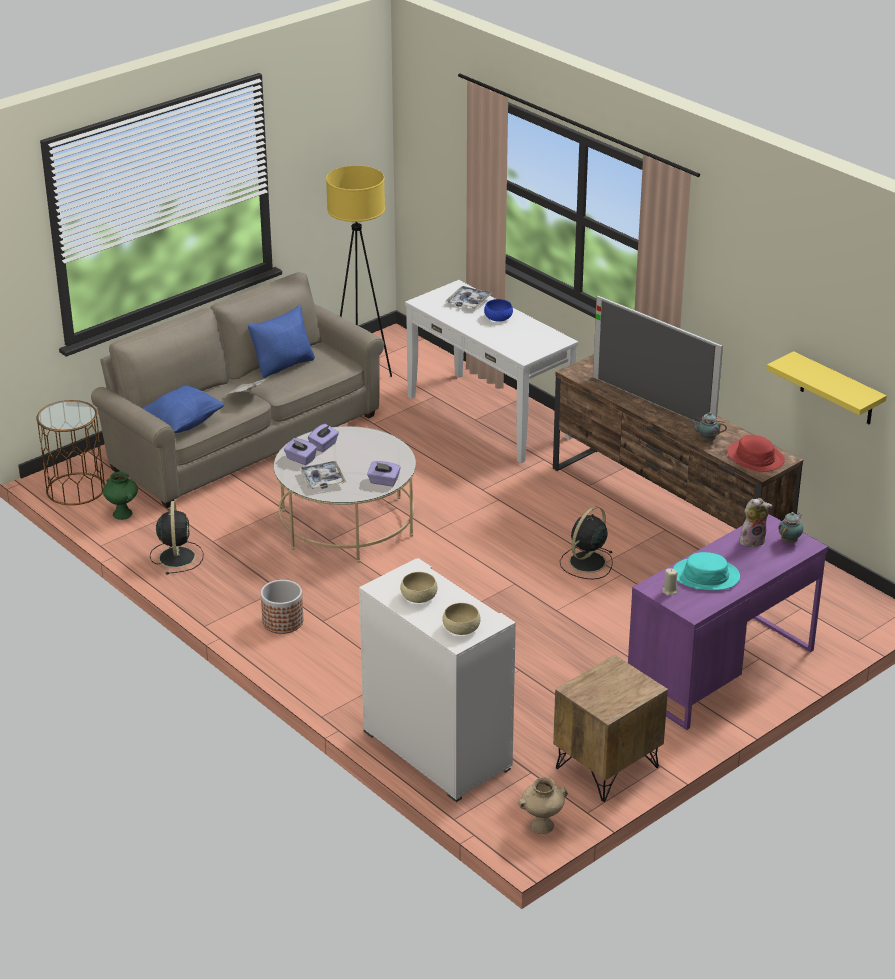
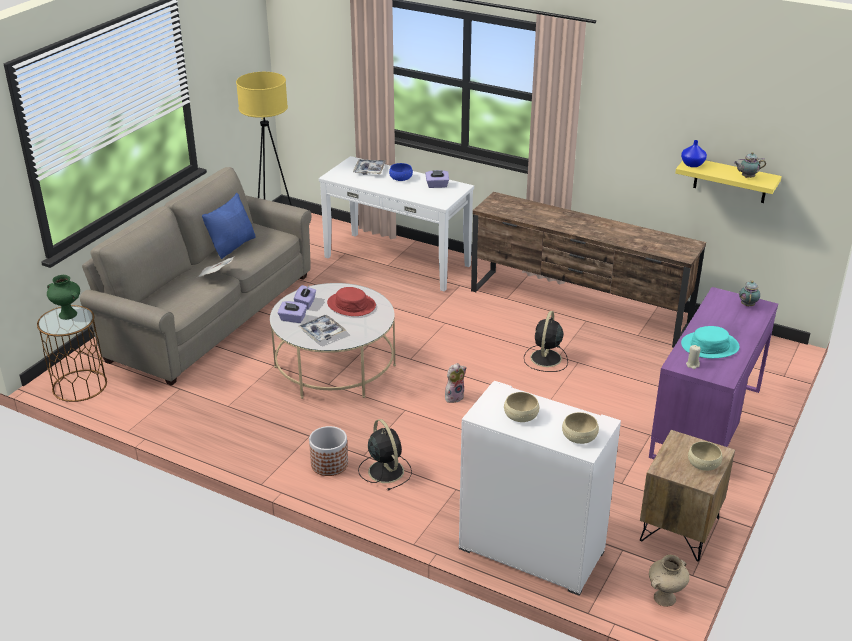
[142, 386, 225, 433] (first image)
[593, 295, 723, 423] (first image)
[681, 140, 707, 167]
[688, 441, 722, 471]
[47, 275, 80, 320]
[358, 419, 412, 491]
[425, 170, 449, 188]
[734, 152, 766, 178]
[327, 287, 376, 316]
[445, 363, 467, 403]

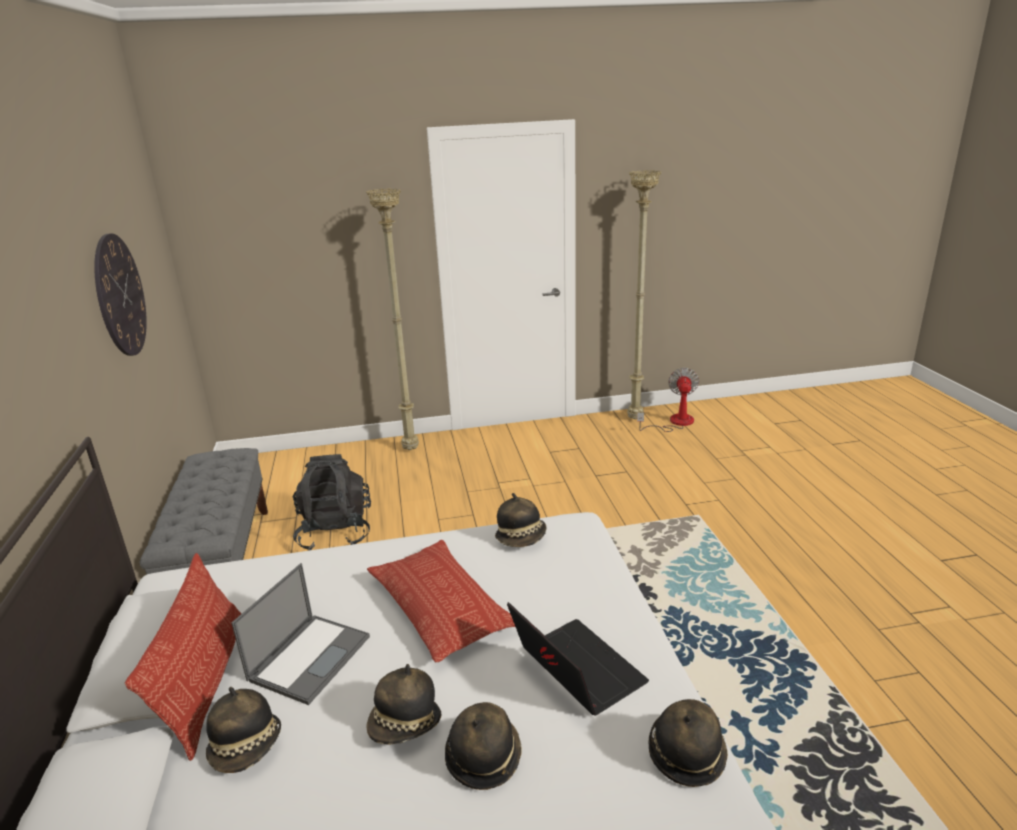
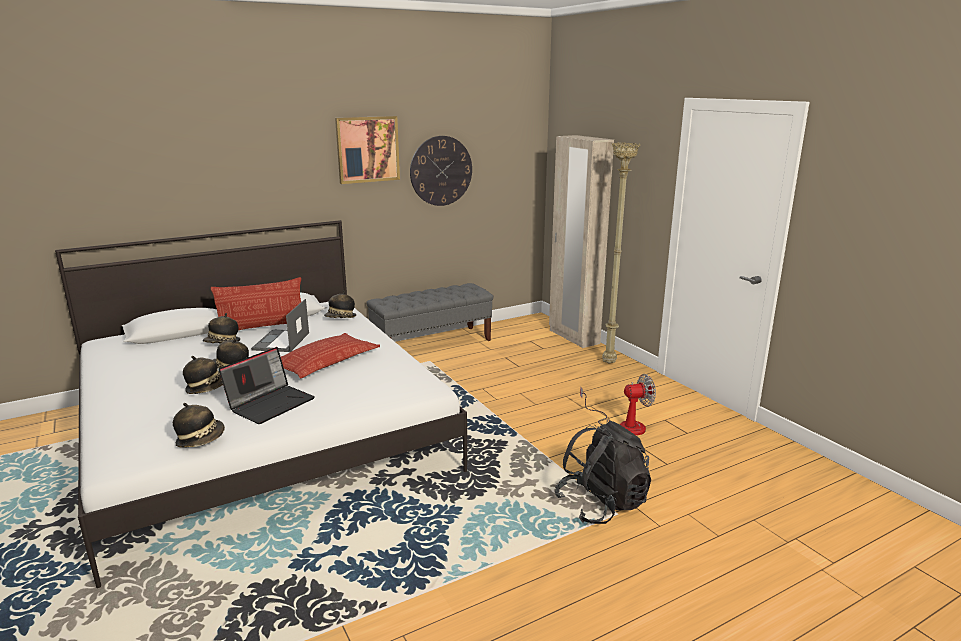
[627, 170, 661, 419] (first image)
[335, 116, 400, 184]
[549, 135, 614, 348]
[555, 421, 651, 524]
[324, 291, 356, 318]
[580, 374, 656, 435]
[251, 299, 309, 352]

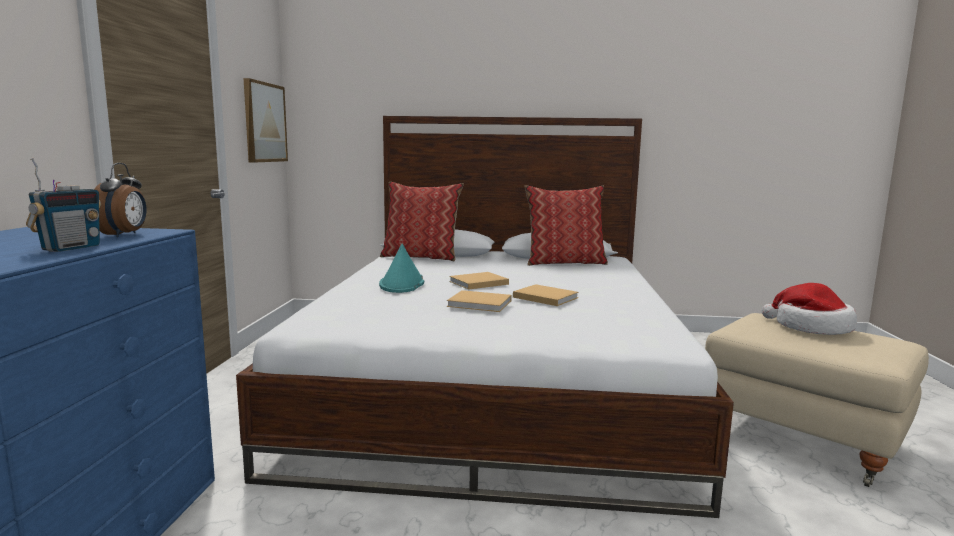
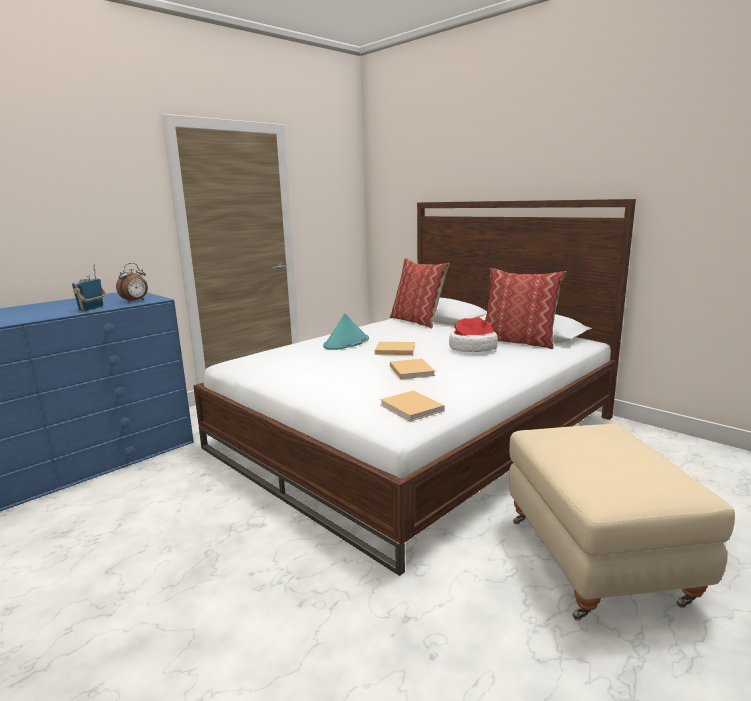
[243, 78, 288, 163] (first image)
[380, 391, 445, 422]
[449, 318, 498, 352]
[72, 264, 106, 311]

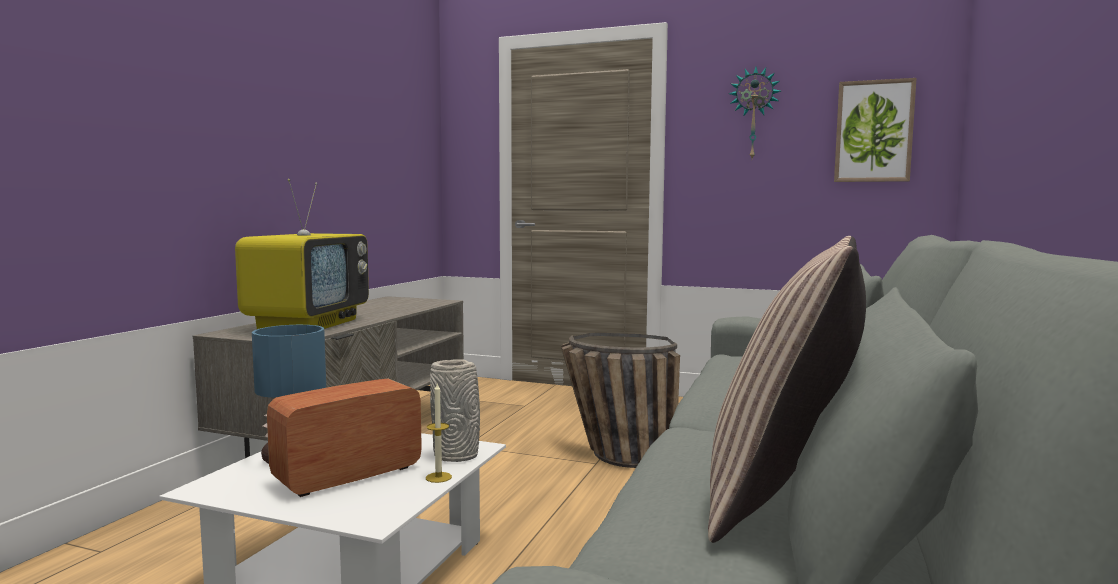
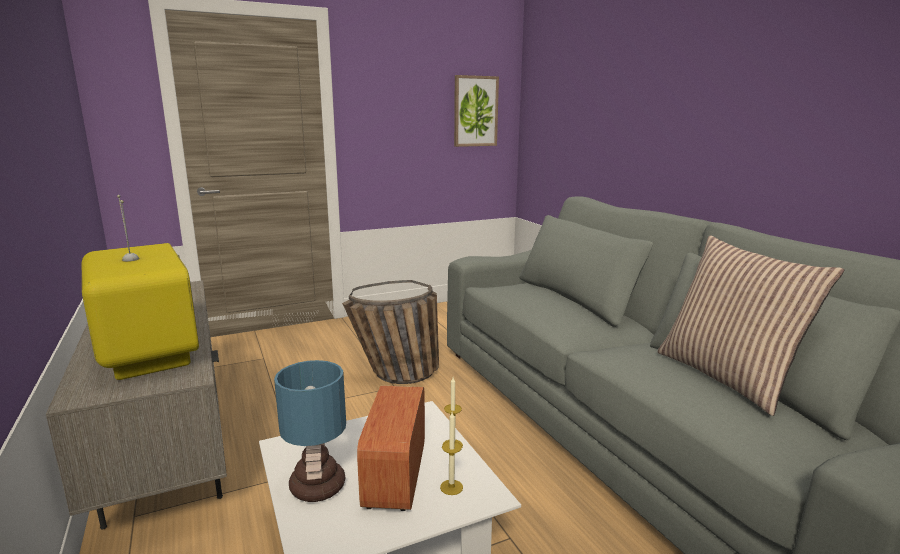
[430, 359, 480, 462] (first image)
[729, 67, 781, 158] (first image)
[440, 412, 463, 495]

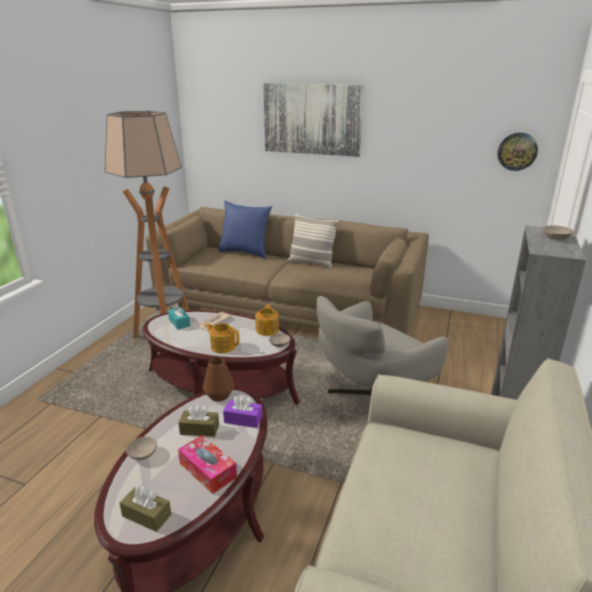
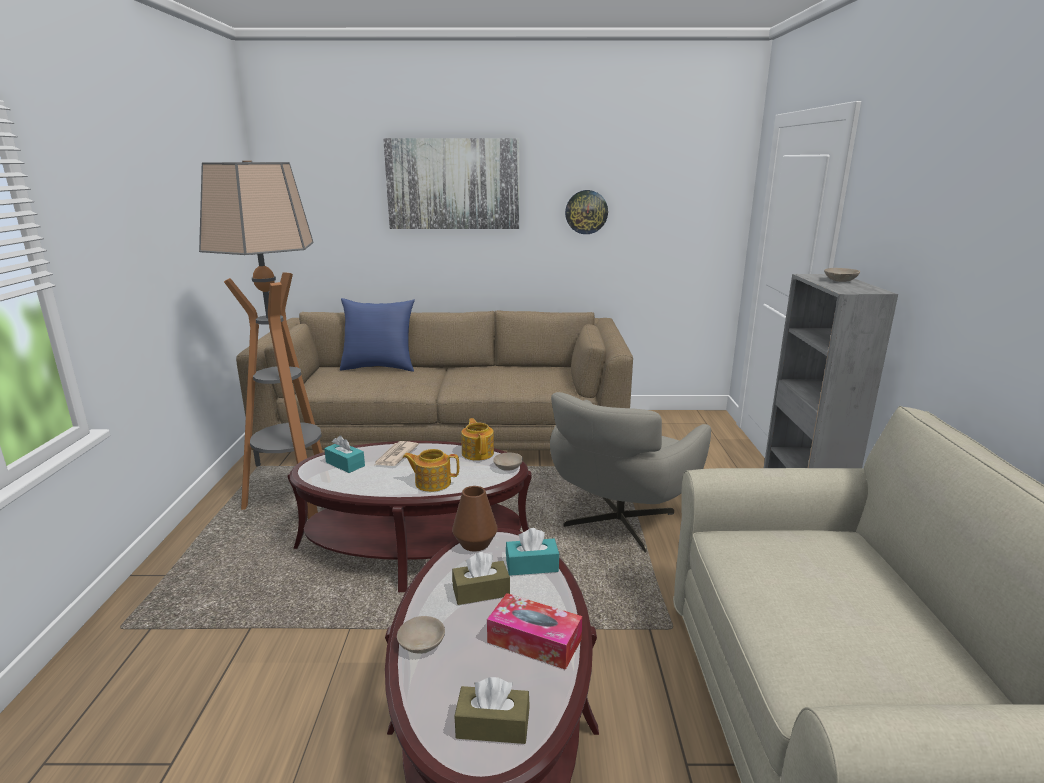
[288, 214, 339, 268] (first image)
[565, 190, 608, 234]
[506, 528, 559, 576]

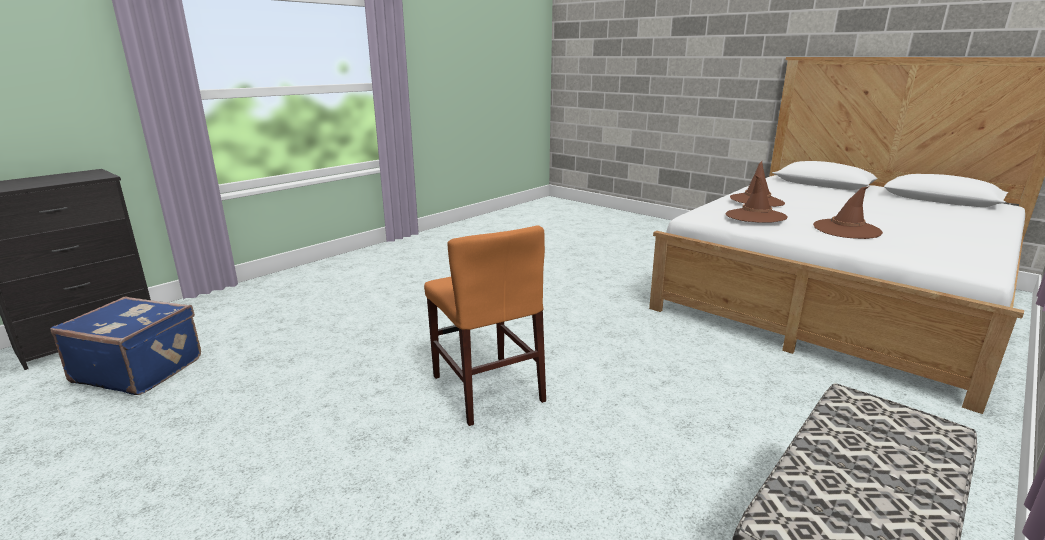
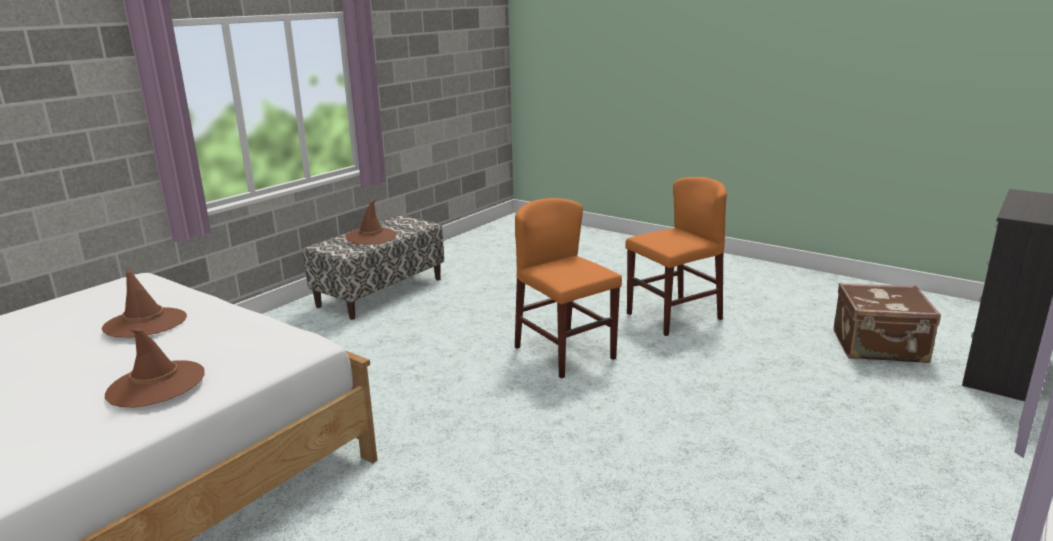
[625, 177, 727, 336]
[346, 199, 397, 245]
[834, 283, 941, 363]

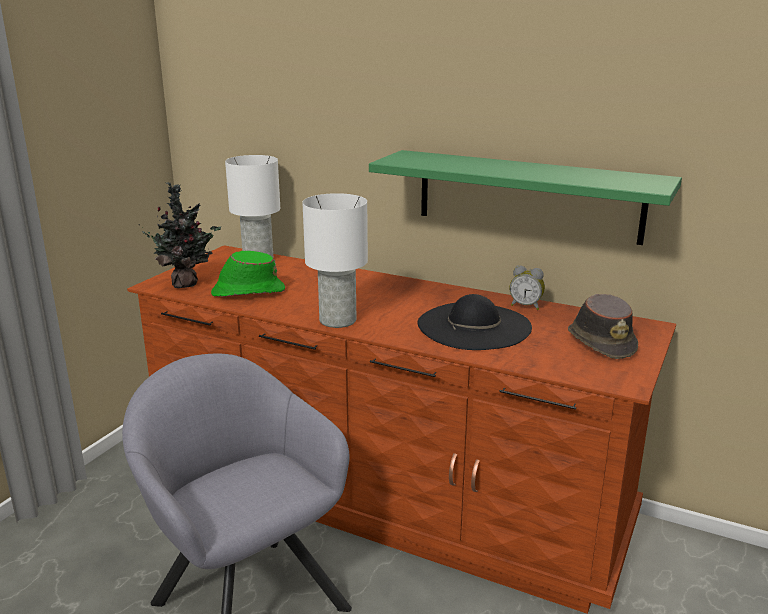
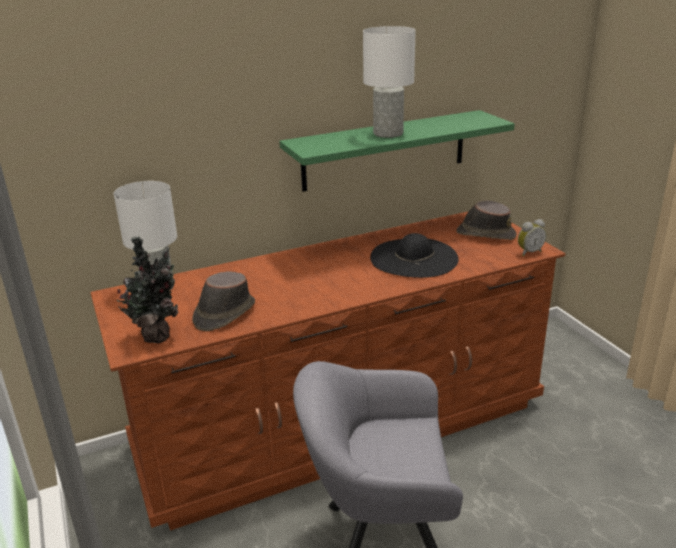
[363, 26, 416, 138]
[518, 219, 546, 256]
[192, 271, 255, 331]

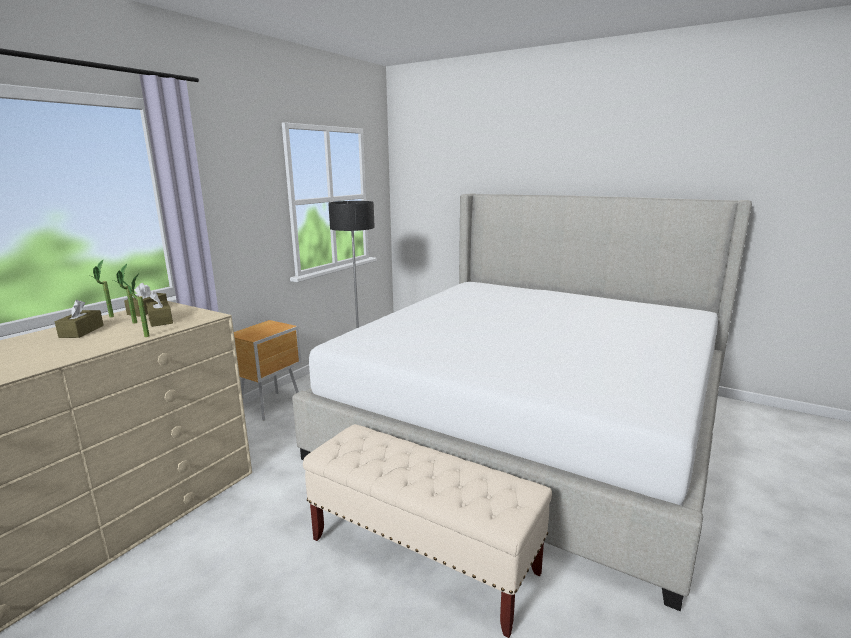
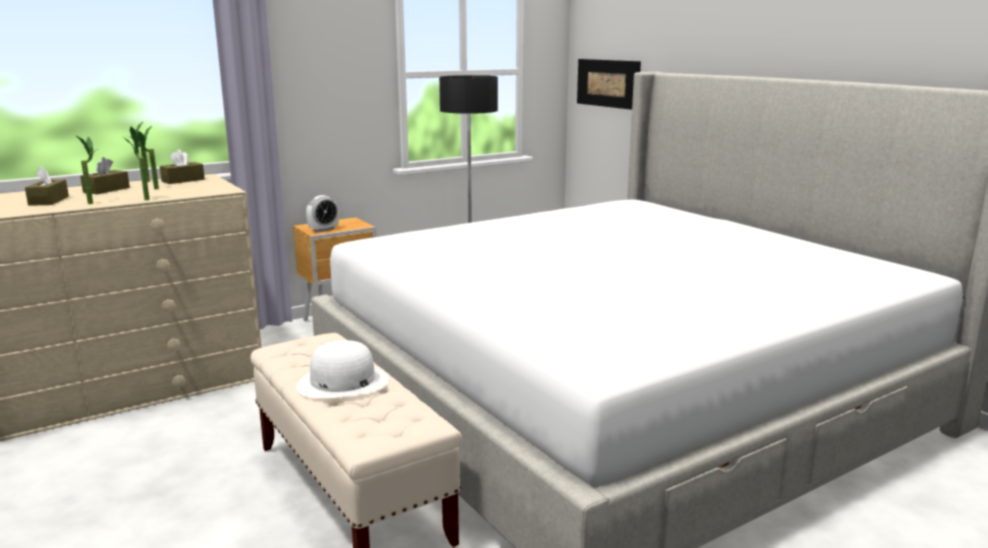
[75, 135, 98, 204]
[296, 340, 389, 398]
[306, 195, 339, 232]
[577, 59, 641, 110]
[25, 166, 69, 206]

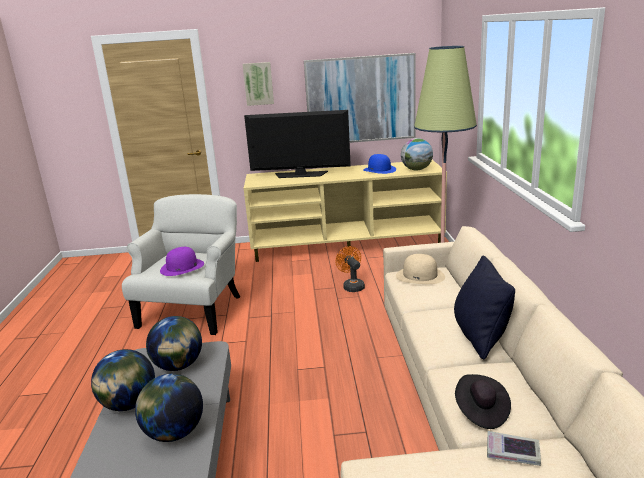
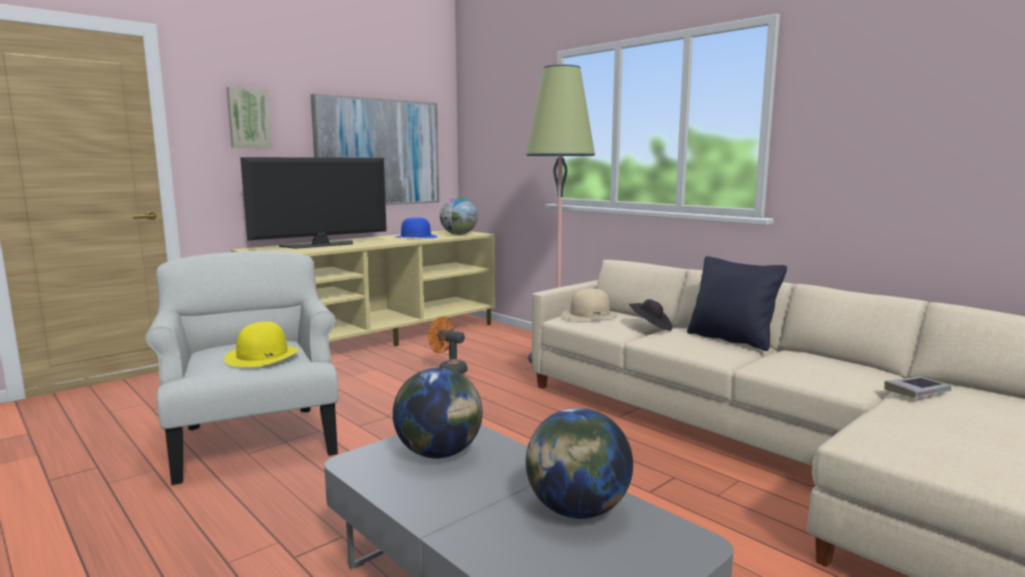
[91, 349, 155, 411] (first image)
[629, 299, 672, 331]
[224, 321, 299, 367]

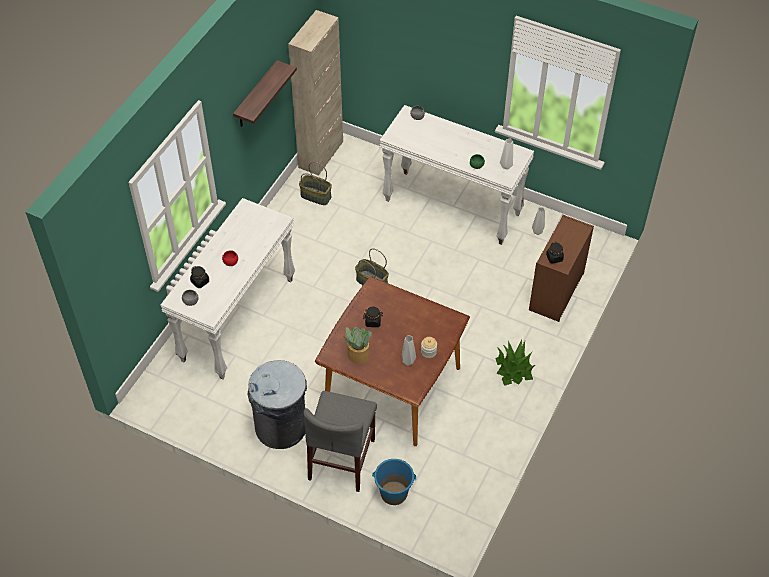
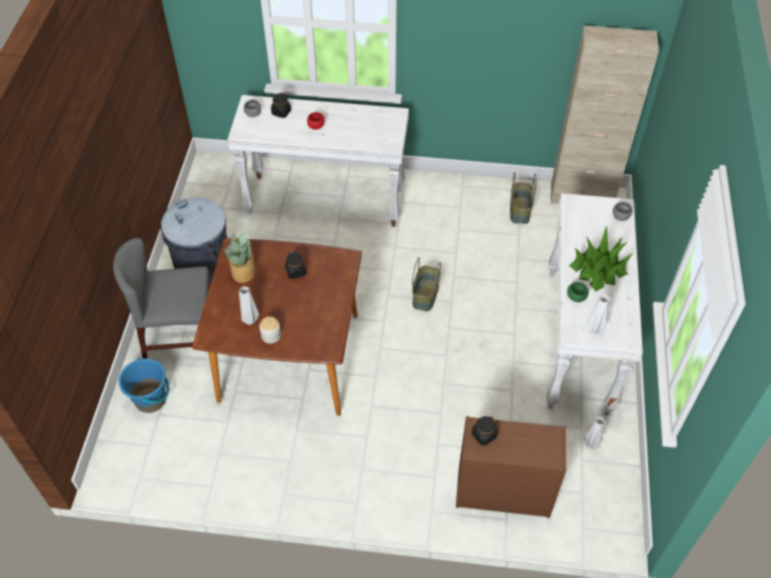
[233, 60, 297, 127] (first image)
[569, 225, 634, 291]

